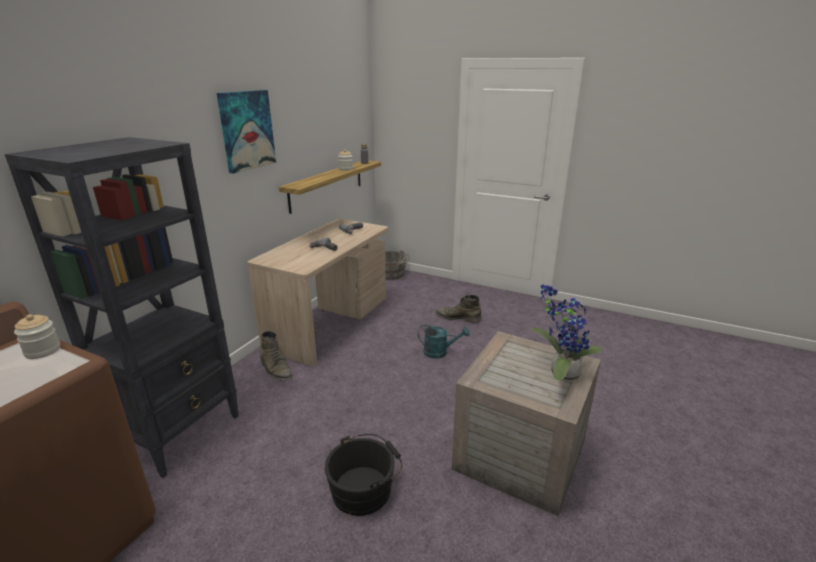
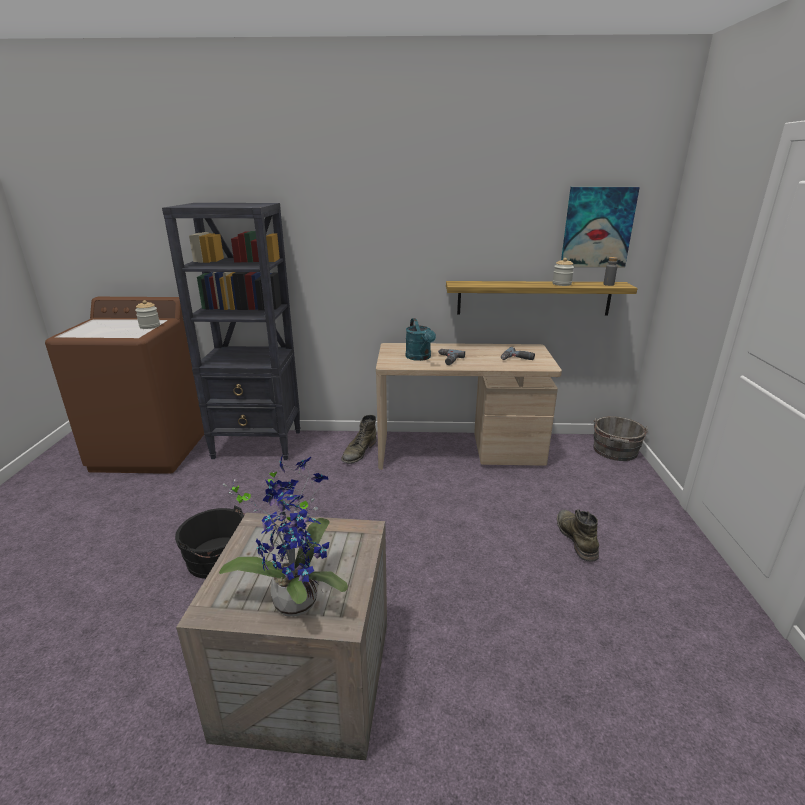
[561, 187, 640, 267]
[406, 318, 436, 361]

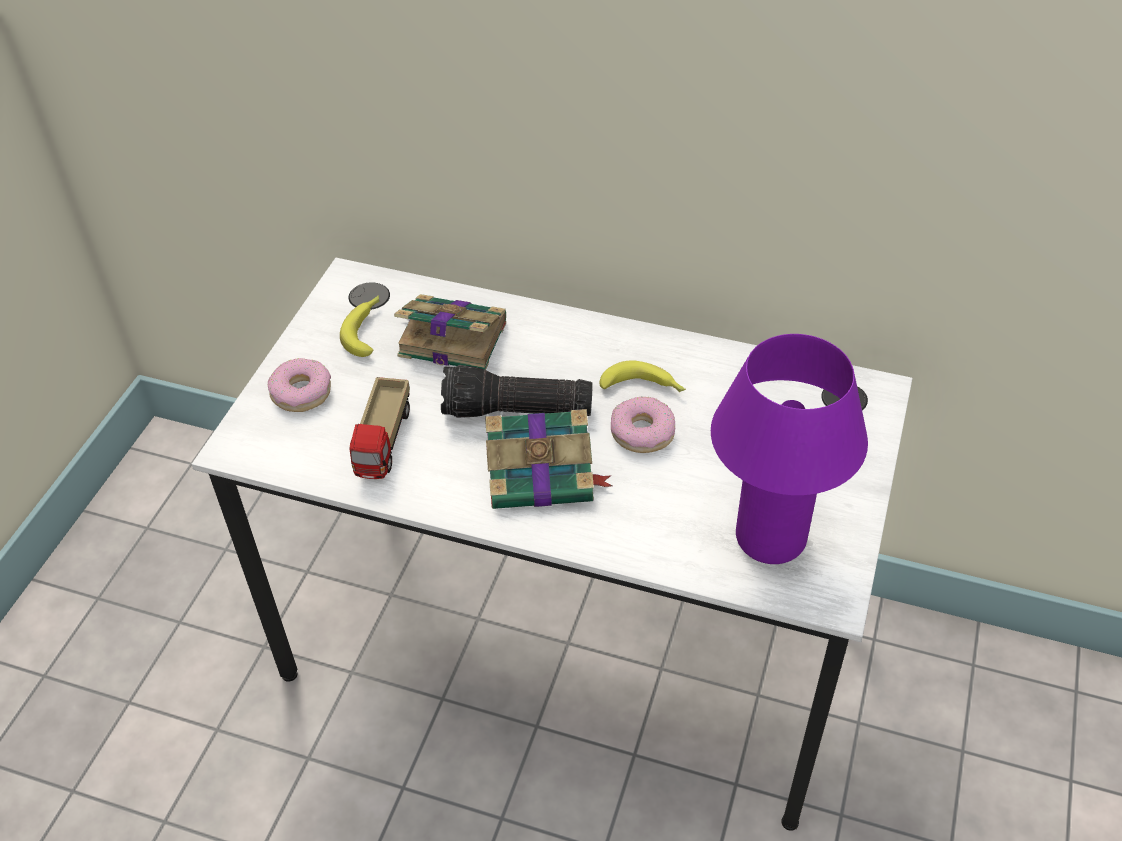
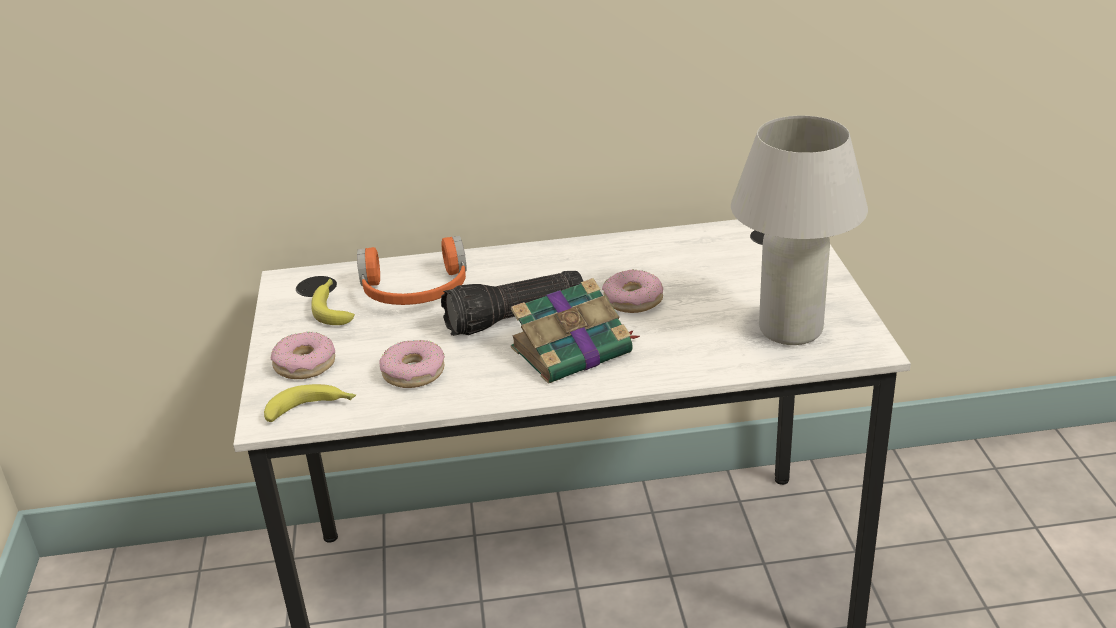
[264, 384, 356, 422]
[379, 340, 445, 388]
[357, 236, 467, 305]
[731, 115, 868, 345]

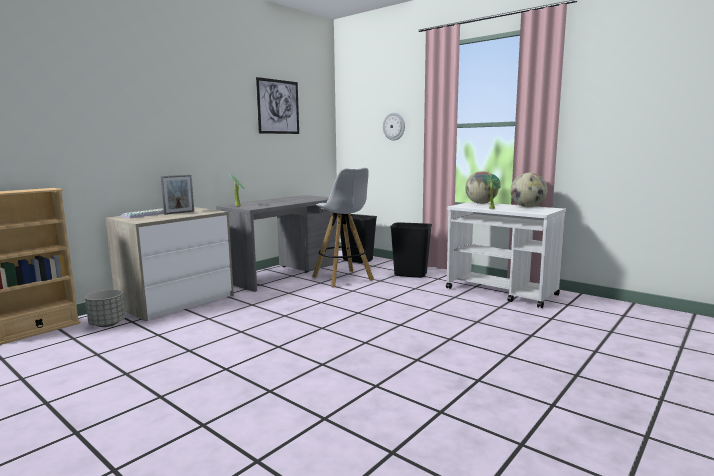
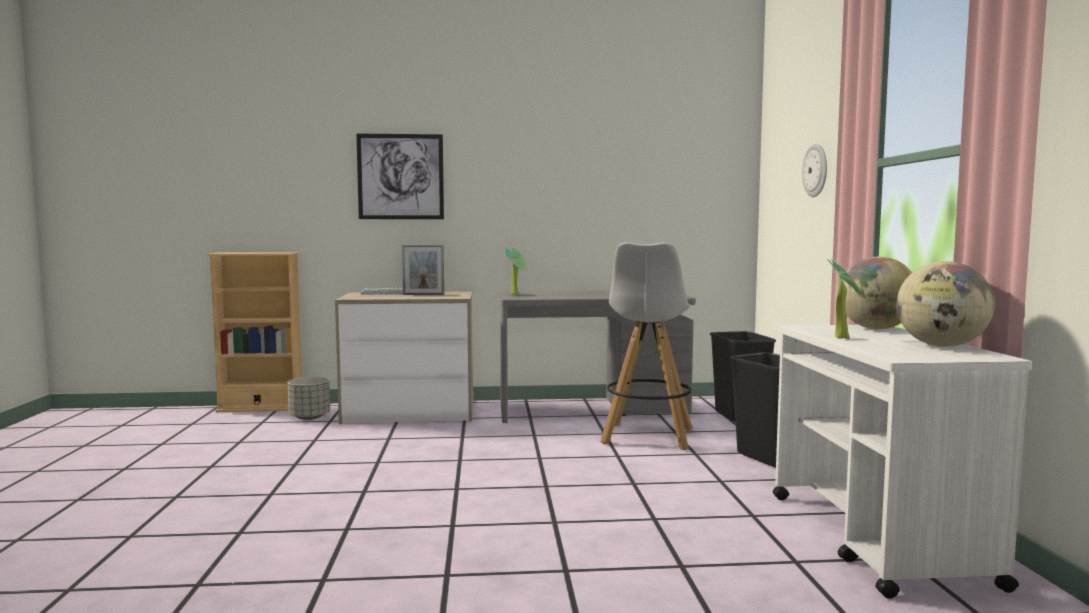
[356, 134, 444, 219]

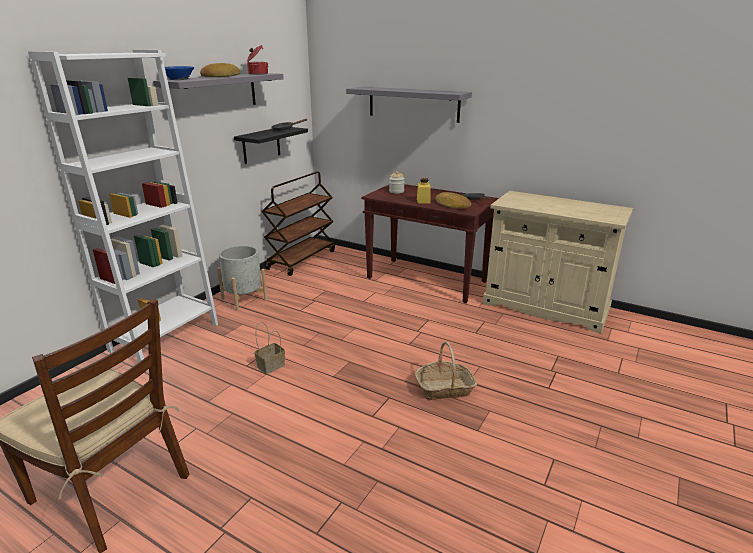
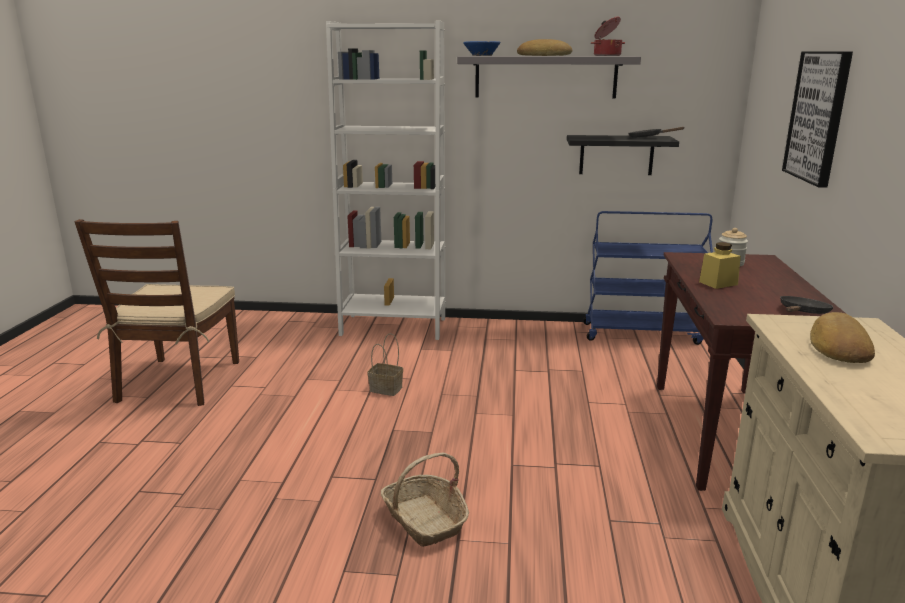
[217, 246, 268, 311] (first image)
[810, 312, 875, 363]
[782, 51, 853, 188]
[583, 211, 713, 345]

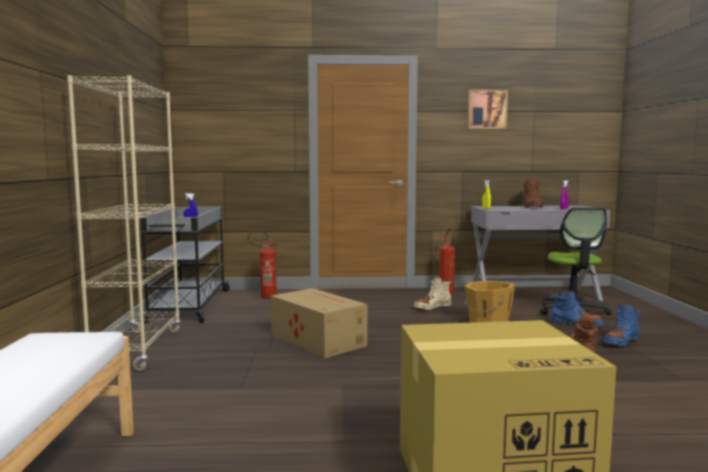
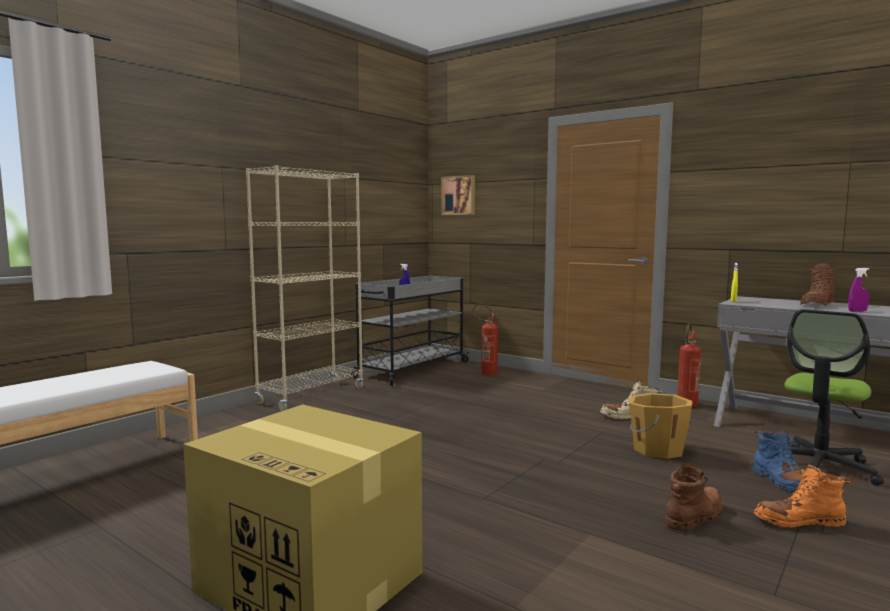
[271, 288, 367, 358] (first image)
[441, 175, 475, 215]
[754, 464, 851, 528]

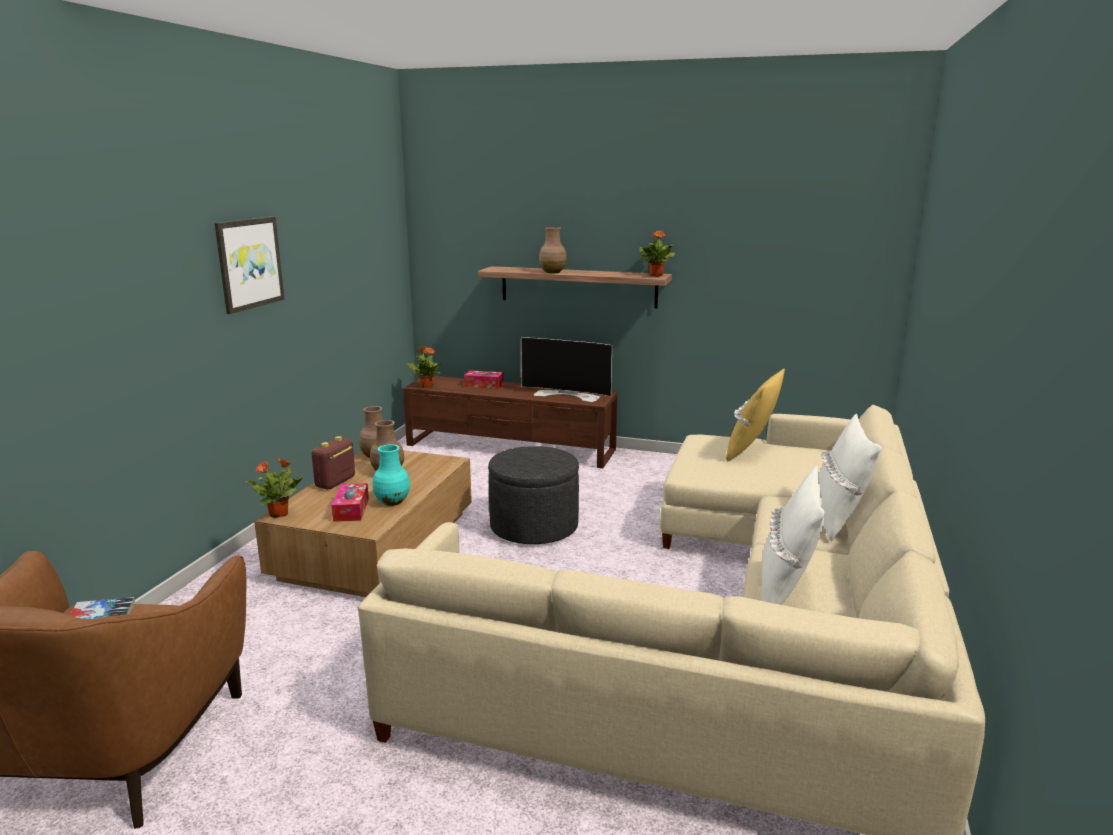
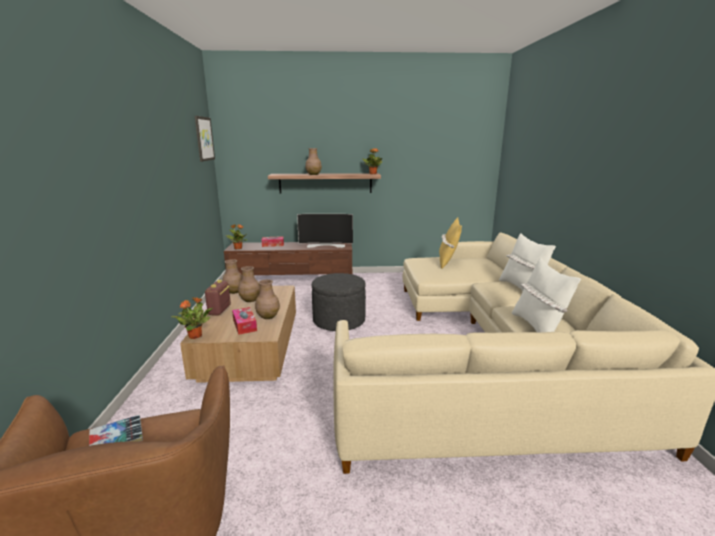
[195, 116, 215, 162]
[255, 279, 280, 319]

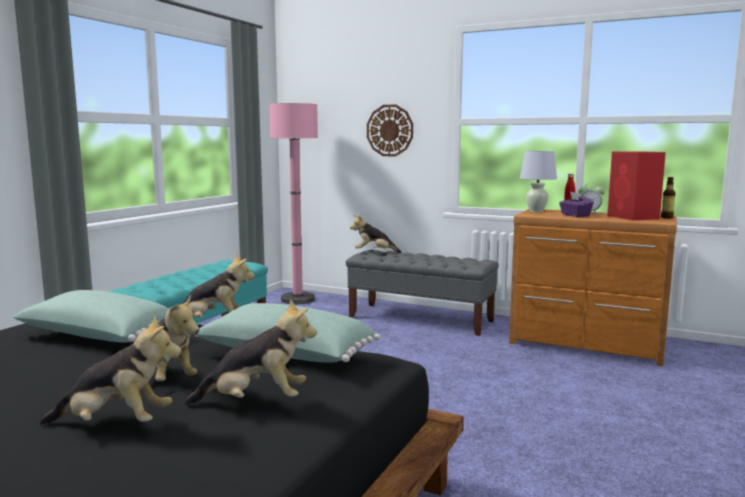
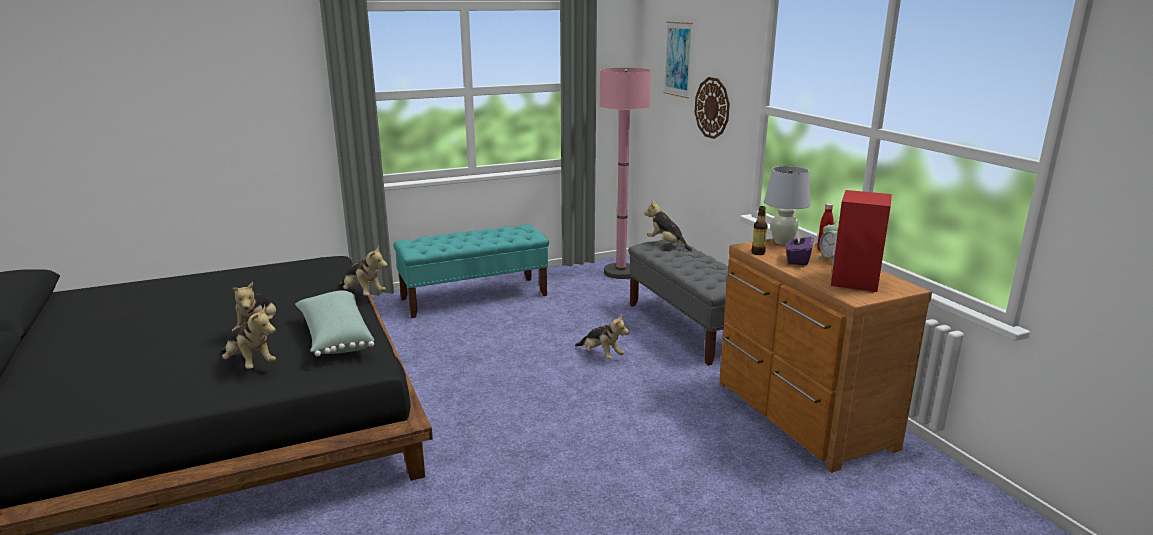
[13, 290, 169, 342] (first image)
[663, 21, 693, 98]
[575, 314, 629, 359]
[751, 206, 768, 255]

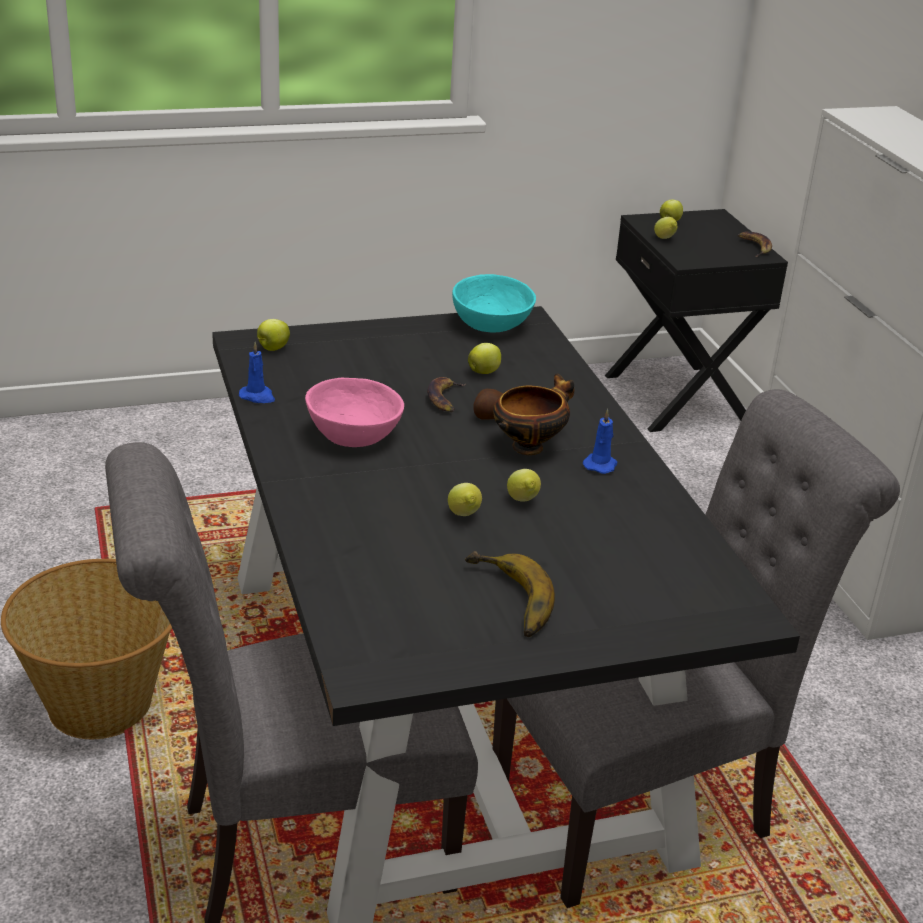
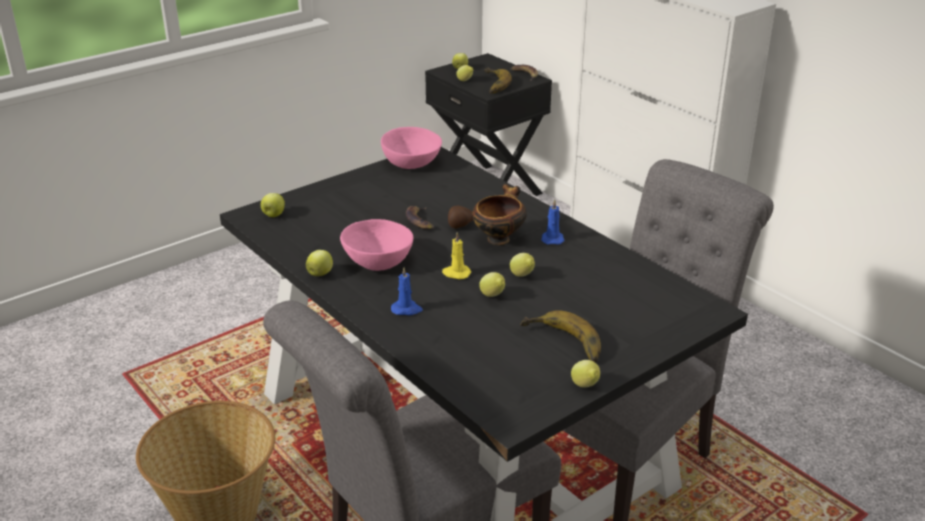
[442, 232, 471, 279]
[484, 67, 512, 94]
[571, 360, 600, 387]
[391, 267, 423, 315]
[306, 250, 333, 276]
[381, 127, 442, 169]

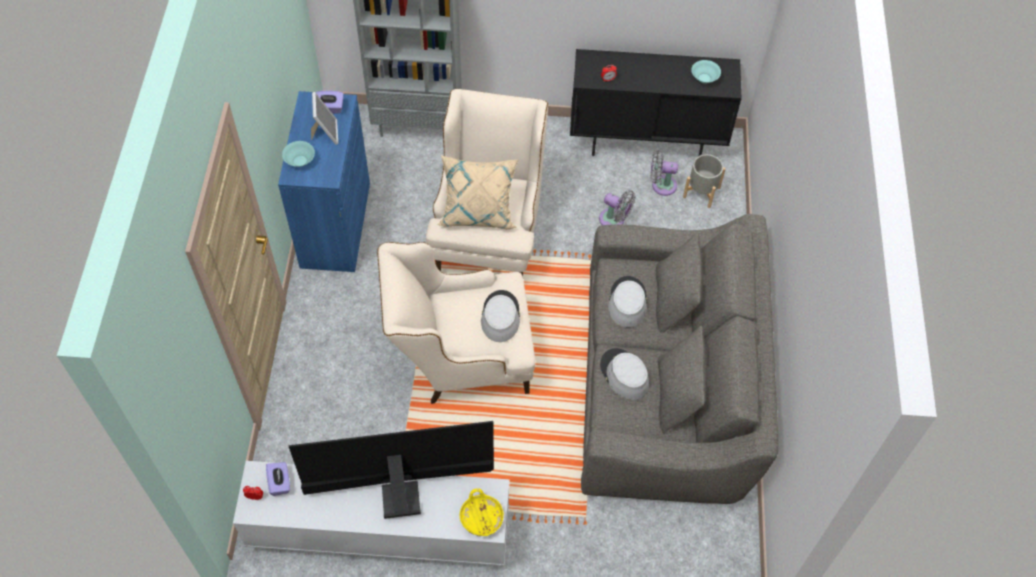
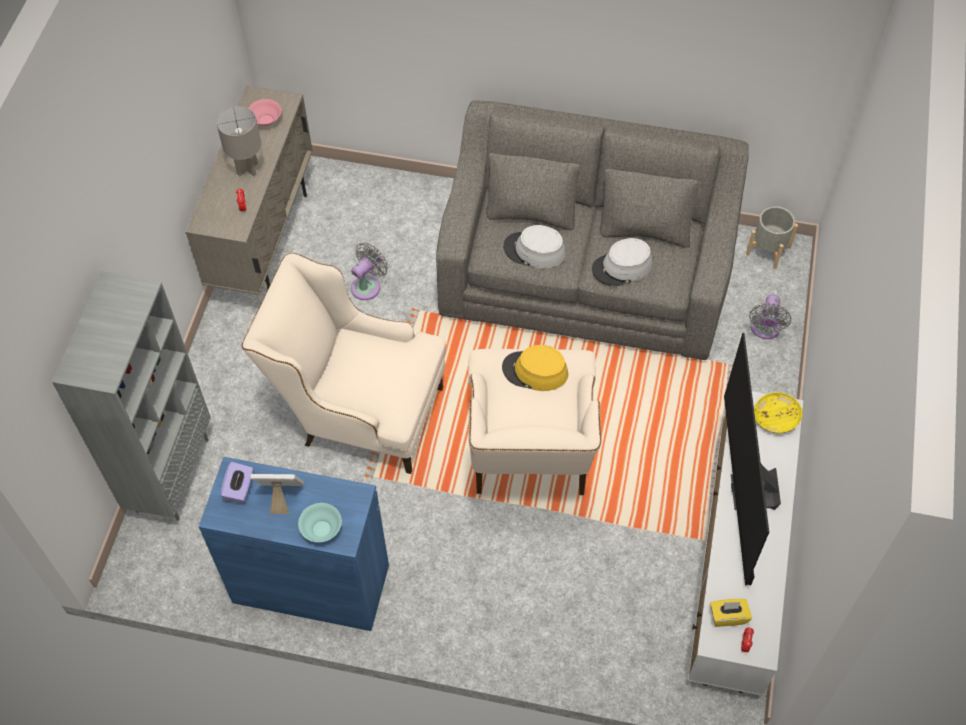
[437, 156, 518, 229] (first image)
[216, 106, 261, 176]
[749, 295, 791, 339]
[746, 206, 798, 269]
[710, 599, 752, 627]
[502, 345, 568, 391]
[185, 85, 313, 295]
[248, 99, 281, 126]

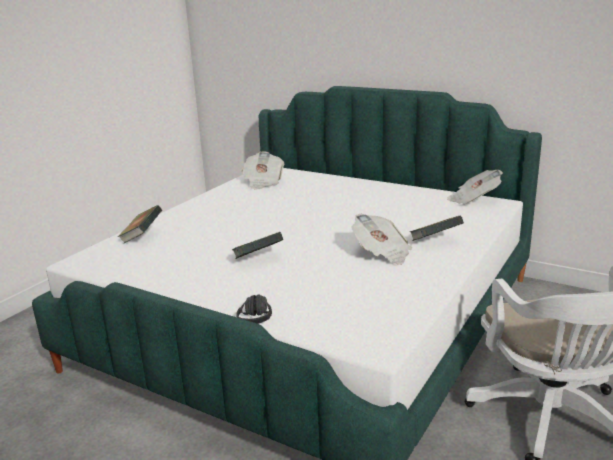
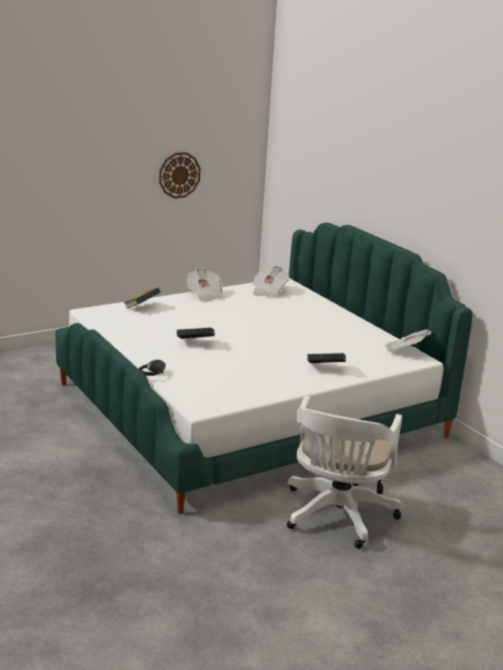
[159, 152, 201, 198]
[186, 268, 223, 302]

